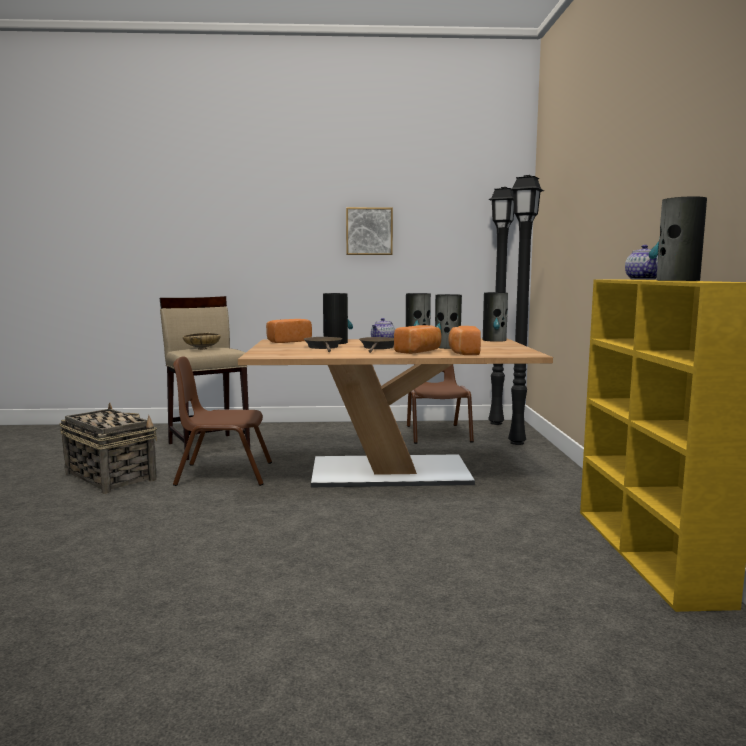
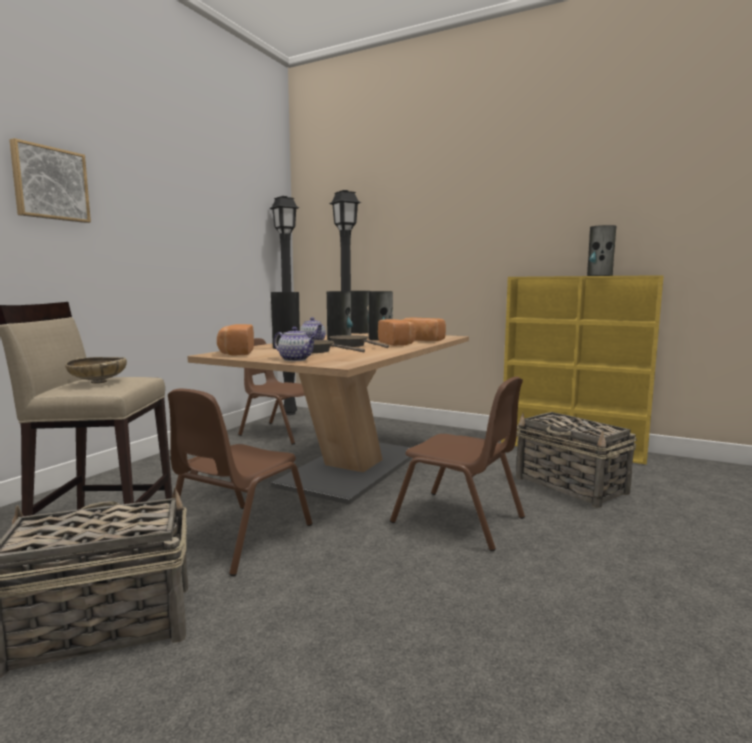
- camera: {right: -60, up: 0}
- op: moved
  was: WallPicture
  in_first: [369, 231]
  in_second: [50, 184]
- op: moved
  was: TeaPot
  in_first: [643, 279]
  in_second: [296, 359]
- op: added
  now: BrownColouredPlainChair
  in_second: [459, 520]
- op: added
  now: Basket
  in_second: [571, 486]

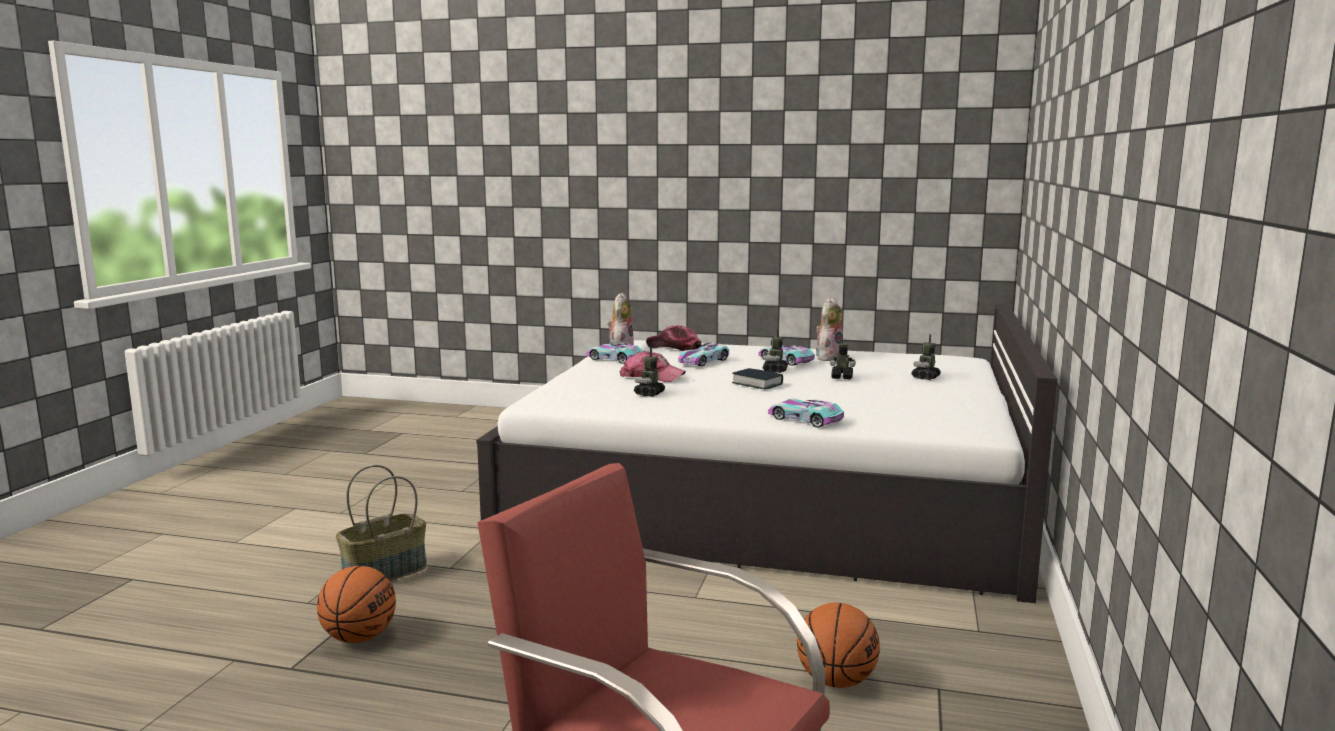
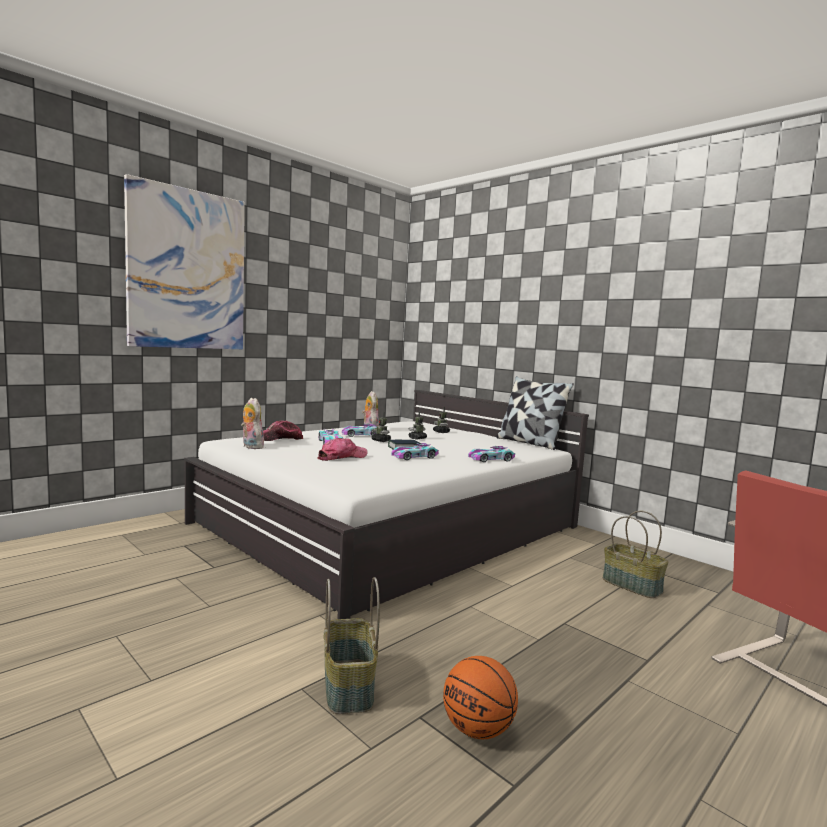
- camera: {right: -60, up: -5}
- op: moved
  was: ModelCar
  in_first: [614, 359]
  in_second: [414, 457]
- op: removed
  was: ModelRobot
  in_first: [649, 394]
- op: replaced
  was: Basketball
  now: Basket
  in_first: [836, 681]
  in_second: [632, 585]
- op: added
  now: WallPicture
  in_second: [187, 270]
- op: added
  now: ThrowPillow
  in_second: [529, 443]

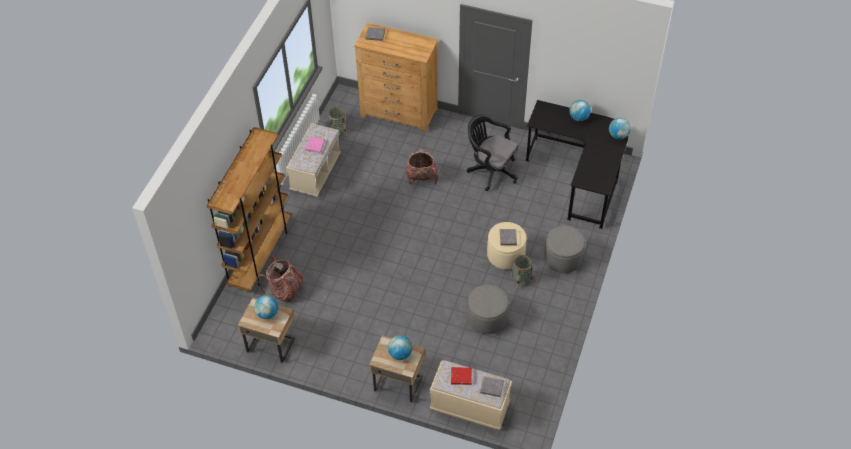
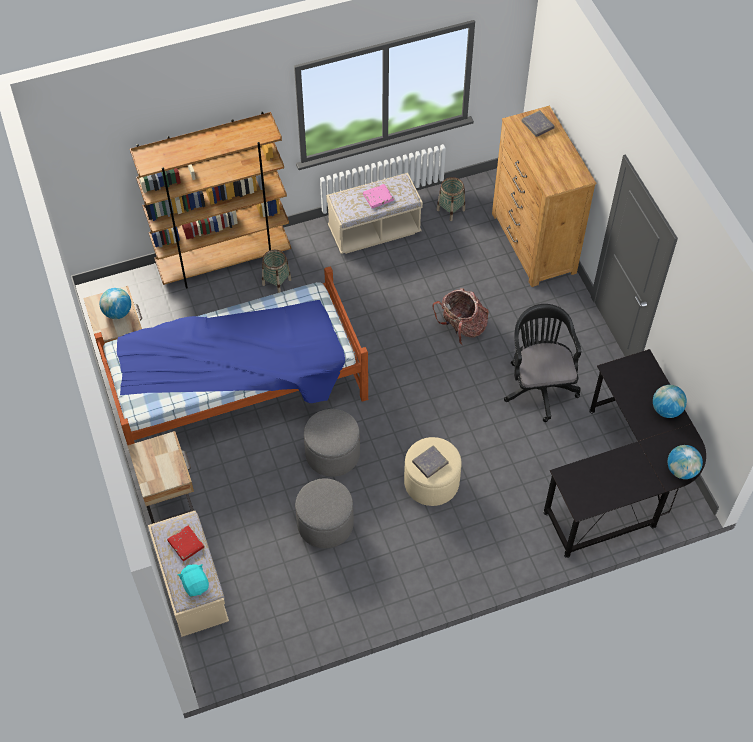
- camera: {right: 50, up: 5}
- op: moved
  was: GrayFootrest
  in_first: [563, 259]
  in_second: [332, 454]
- op: removed
  was: Knapsack
  in_first: [284, 290]
- op: moved
  was: Basket
  in_first: [521, 279]
  in_second: [276, 282]
- op: removed
  was: Globe
  in_first: [400, 354]
- op: replaced
  was: GrayBook
  now: BlueGreenPlushToy
  in_first: [491, 387]
  in_second: [195, 584]
- op: added
  now: BedroomBed
  in_second: [238, 392]

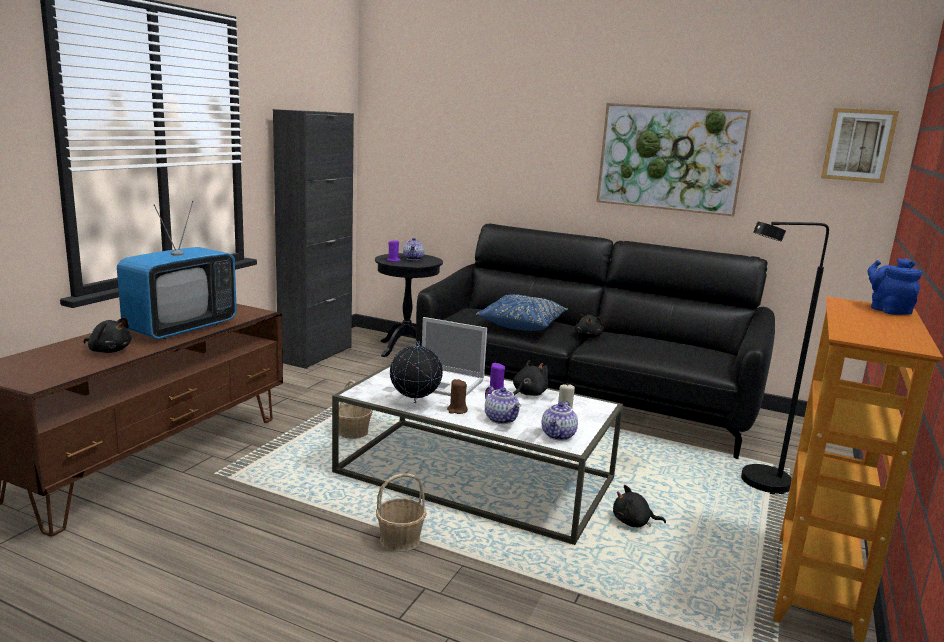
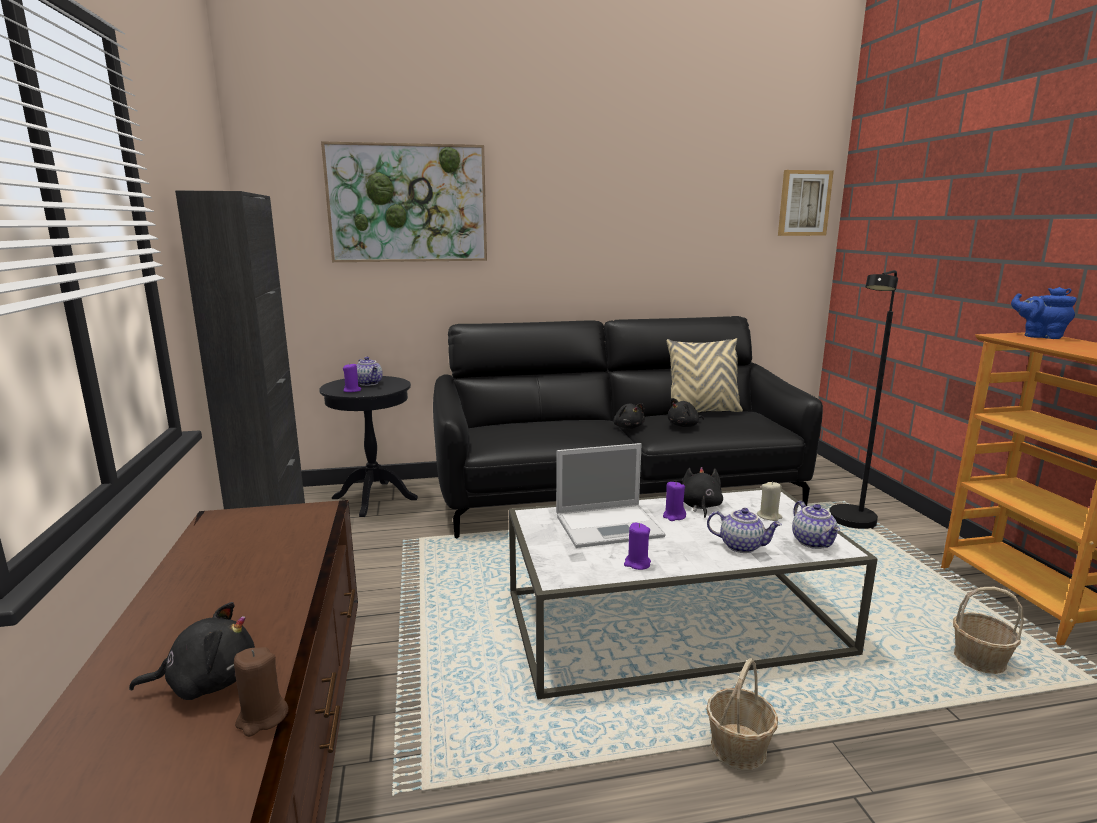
- camera: {right: -35, up: 0}
- op: moved
  was: WallPicture
  in_first: [670, 158]
  in_second: [408, 204]
- op: removed
  was: Television
  in_first: [181, 328]
- op: removed
  was: BlueThrowPillow
  in_first: [522, 325]
- op: replaced
  was: Globe
  now: PurplishWaxCandle
  in_first: [415, 403]
  in_second: [637, 563]
- op: moved
  was: BrownColouredWaxCandle
  in_first: [457, 410]
  in_second: [262, 718]
- op: moved
  was: Basket
  in_first: [353, 433]
  in_second: [978, 660]
- op: moved
  was: BlackishPlushToy
  in_first: [633, 523]
  in_second: [684, 426]
- op: added
  now: SandColouredThrowPillow
  in_second: [702, 412]

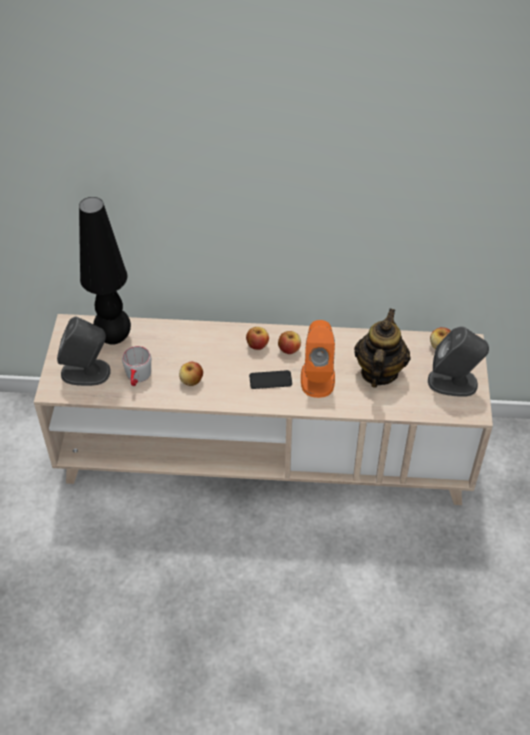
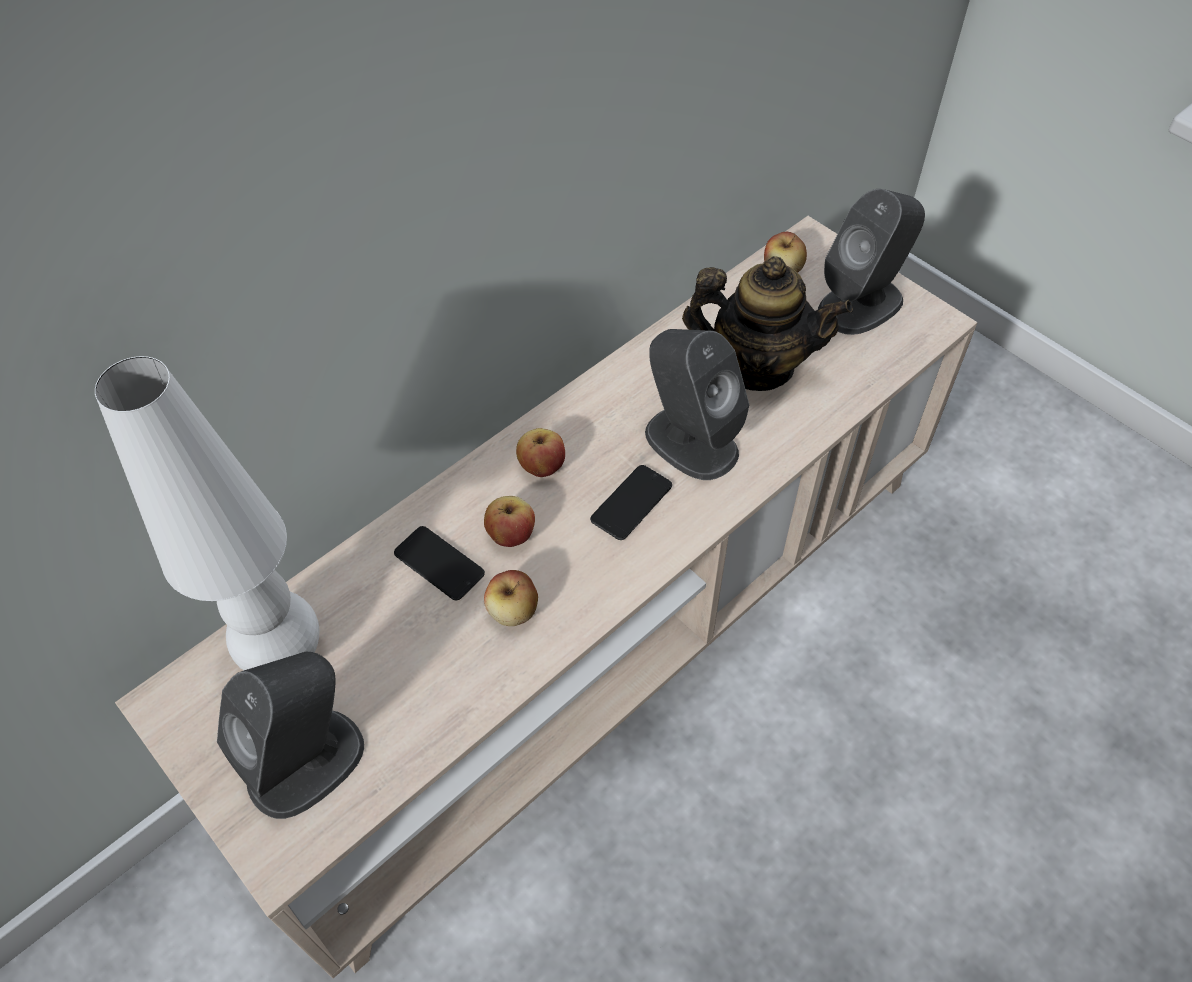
- camera: {right: -45, up: 5}
- op: recoloured
  was: BlackishTableLamp
  now: WhitishTableLamp
  in_first: [113, 338]
  in_second: [284, 655]
- op: turned
  was: TeaPot
  in_first: [378, 372]
  in_second: [757, 366]
  clockwise: 135
- op: recoloured
  was: OrangeSpeaker
  now: GraySpeaker
  in_first: [317, 377]
  in_second: [690, 441]
- op: moved
  was: Apple
  in_first: [289, 349]
  in_second: [511, 534]
- op: removed
  was: GrayMug
  in_first: [138, 378]
- op: added
  now: Phone
  in_second: [439, 564]

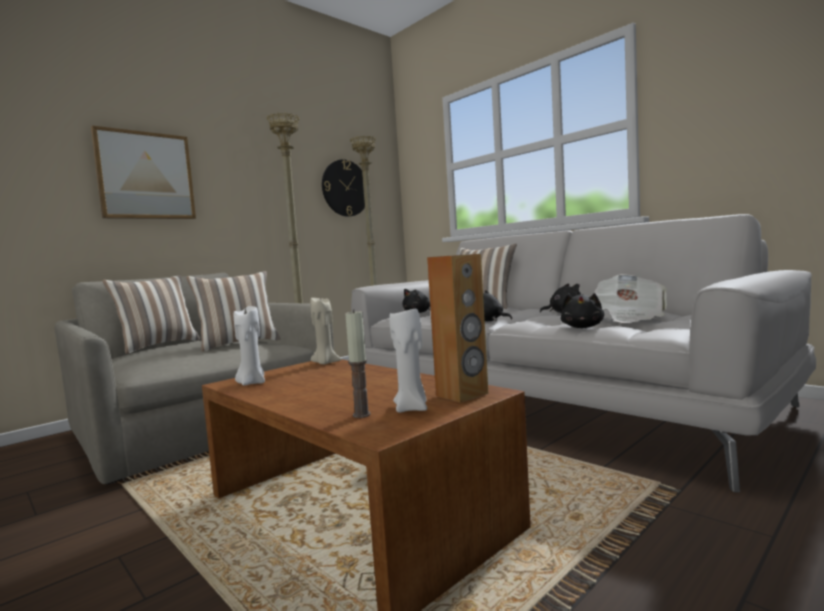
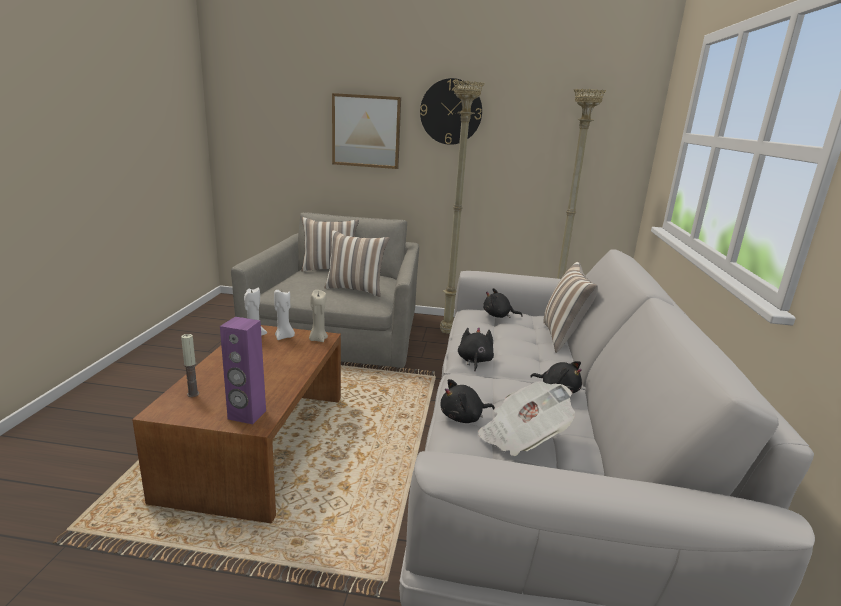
- camera: {right: 50, up: 15}
- op: moved
  was: ClockOnTheWall
  in_first: [345, 188]
  in_second: [451, 112]
- op: recoloured
  was: BrownColouredSpeaker
  now: PurplishSpeaker
  in_first: [462, 395]
  in_second: [246, 415]
- op: moved
  was: WhitishWaxCandle
  in_first: [412, 408]
  in_second: [284, 337]

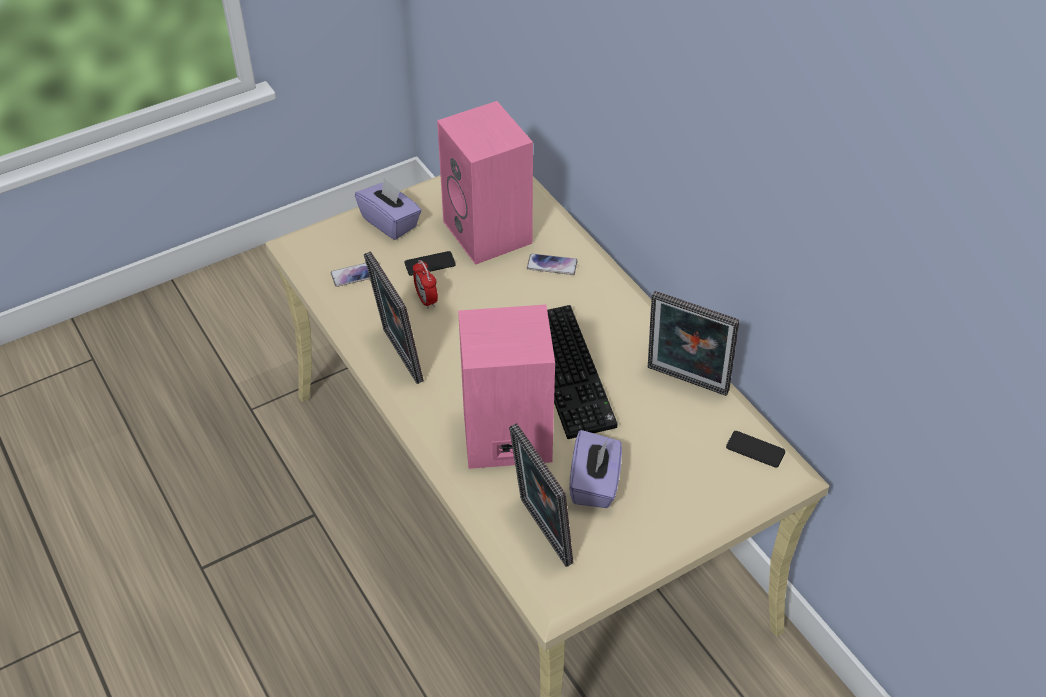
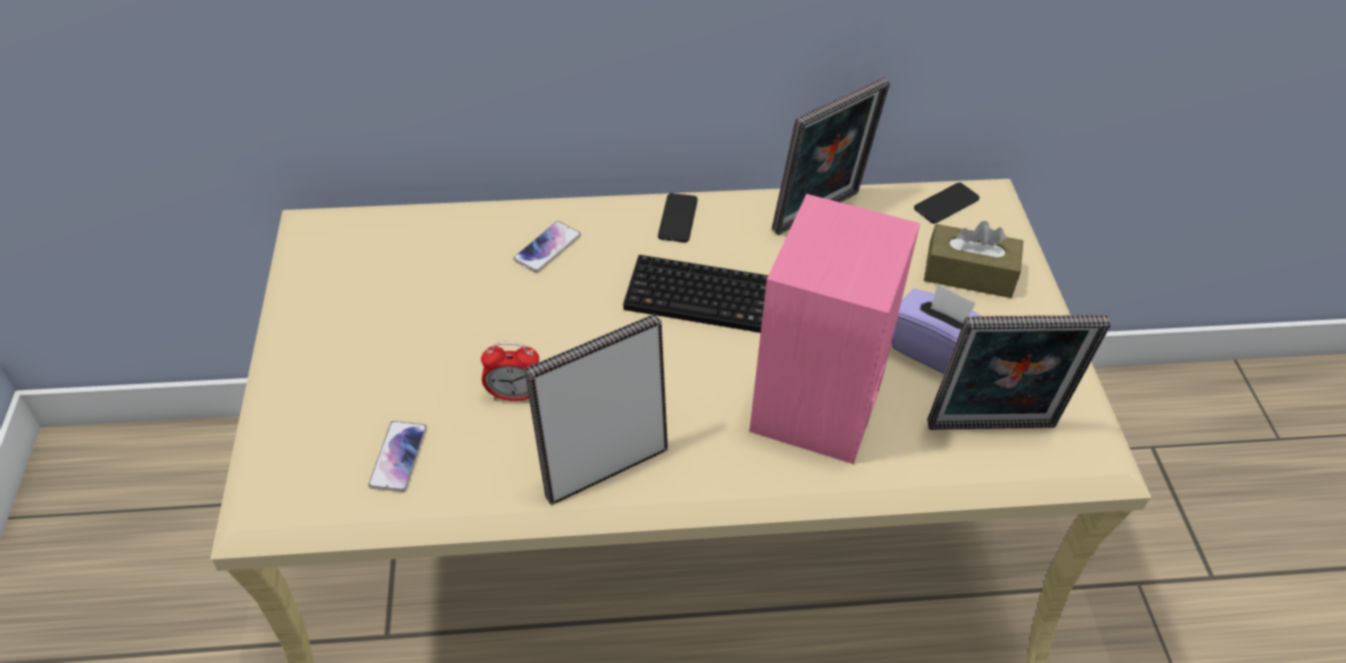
- camera: {right: -65, up: 0}
- op: removed
  was: PinkColouredSpeaker
  in_first: [490, 233]
- op: removed
  was: PurplishTissueBox
  in_first: [390, 222]
- op: turned
  was: StandingFrame
  in_first: [398, 357]
  in_second: [603, 467]
  clockwise: 150
- op: moved
  was: Phone
  in_first: [430, 264]
  in_second: [678, 218]
- op: added
  now: BrownColouredTissueBox
  in_second: [969, 274]

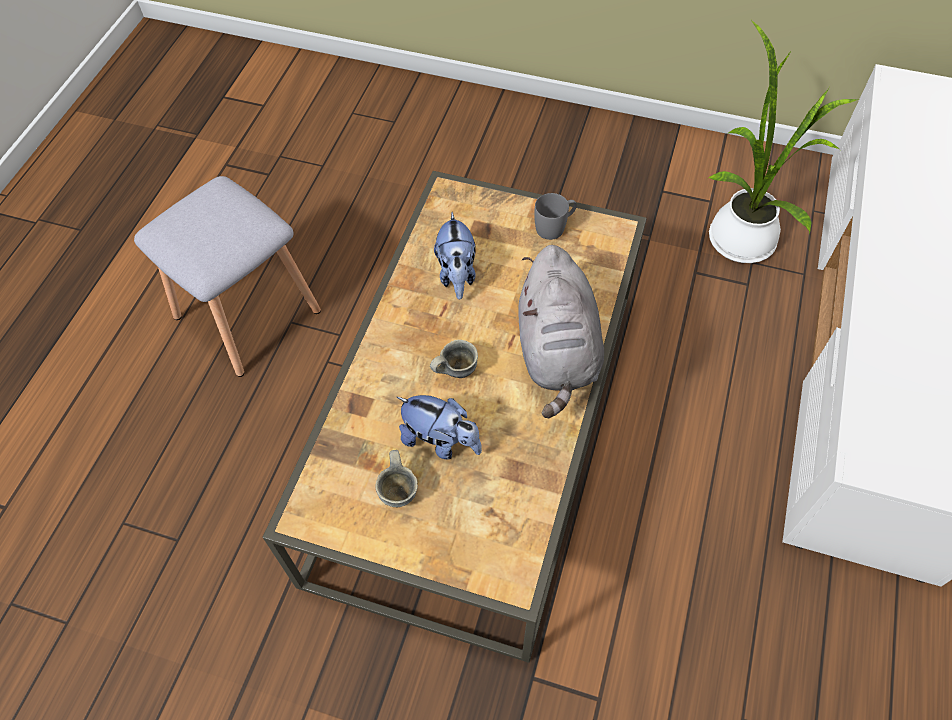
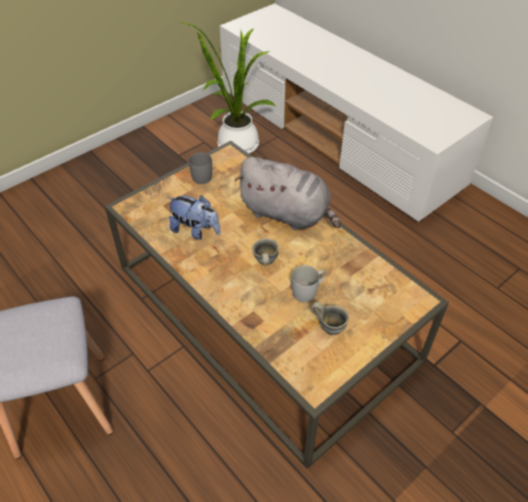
- camera: {right: -60, up: -10}
- op: replaced
  was: PlushToy
  now: WhitishMug
  in_first: [441, 441]
  in_second: [308, 291]

